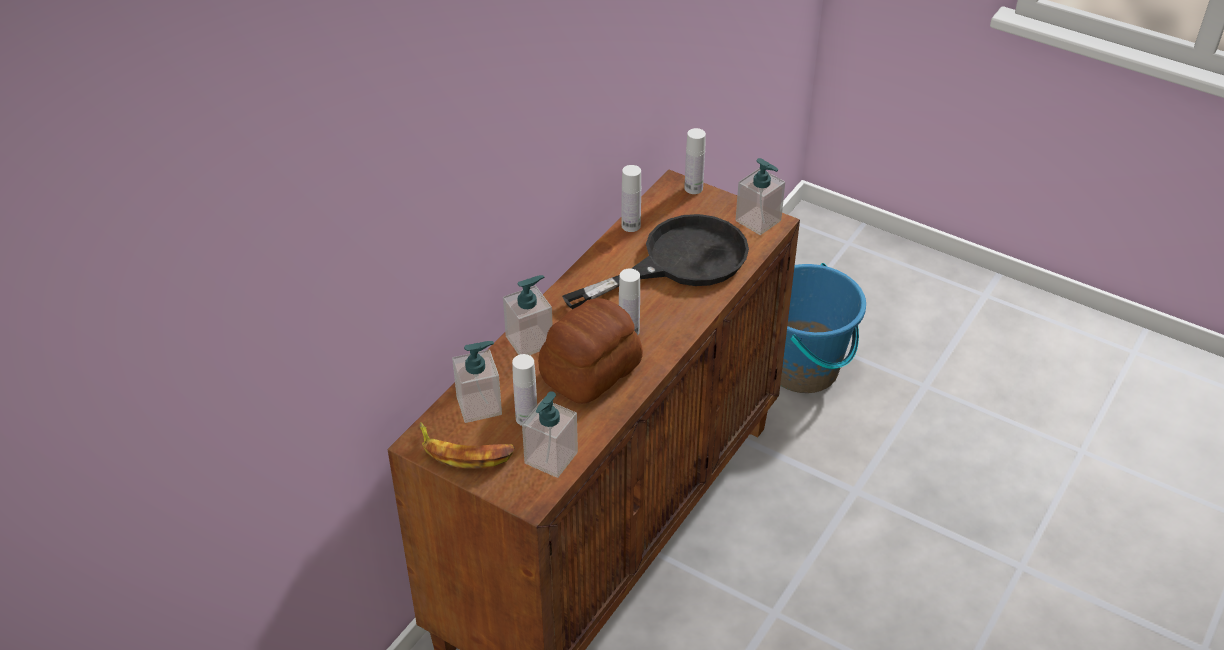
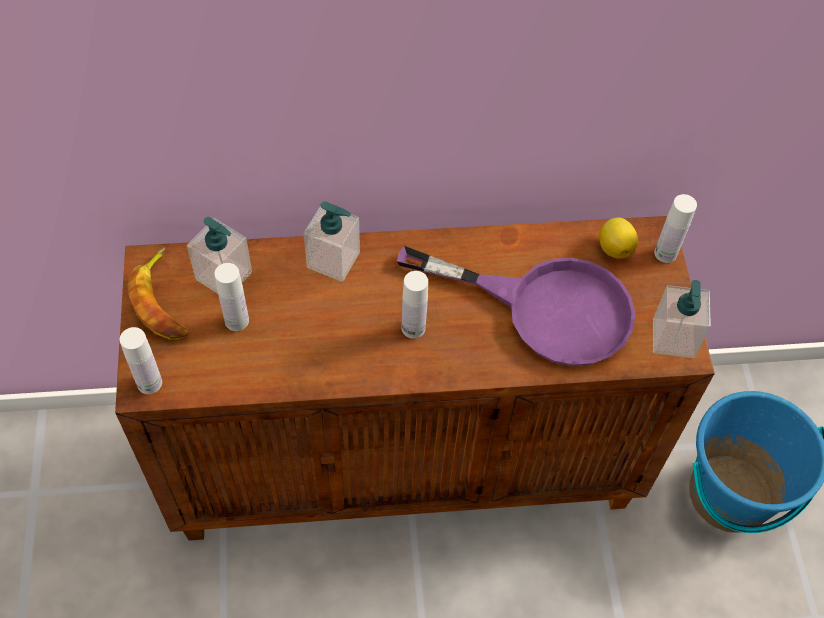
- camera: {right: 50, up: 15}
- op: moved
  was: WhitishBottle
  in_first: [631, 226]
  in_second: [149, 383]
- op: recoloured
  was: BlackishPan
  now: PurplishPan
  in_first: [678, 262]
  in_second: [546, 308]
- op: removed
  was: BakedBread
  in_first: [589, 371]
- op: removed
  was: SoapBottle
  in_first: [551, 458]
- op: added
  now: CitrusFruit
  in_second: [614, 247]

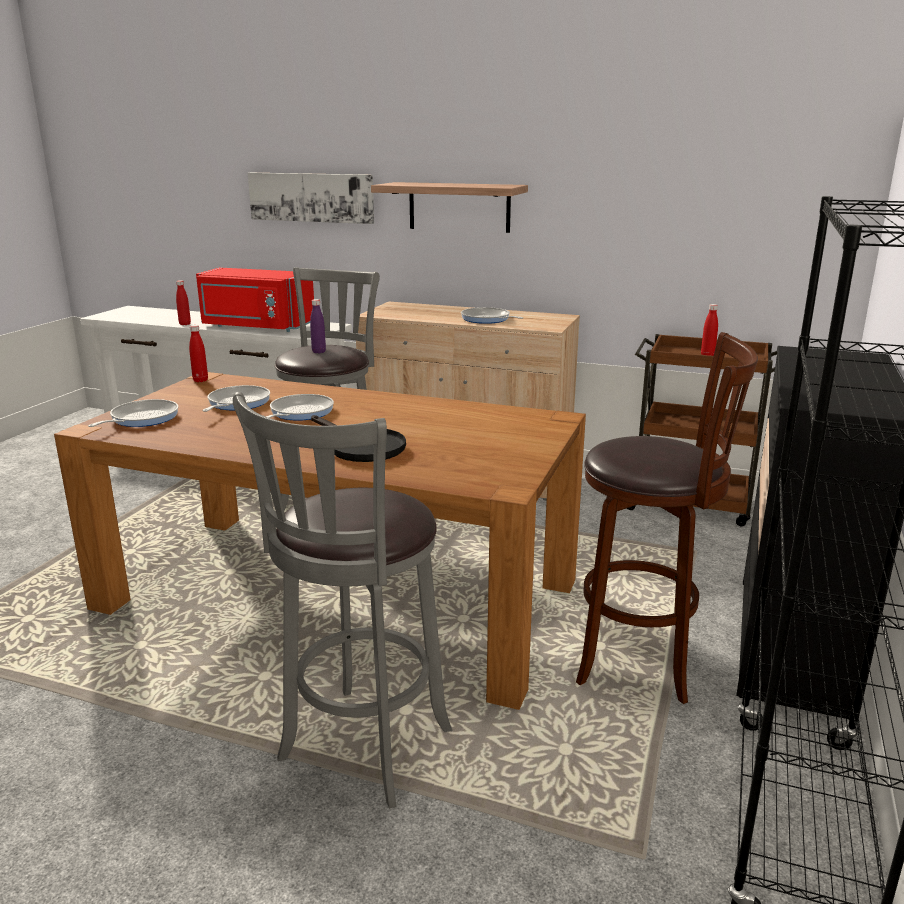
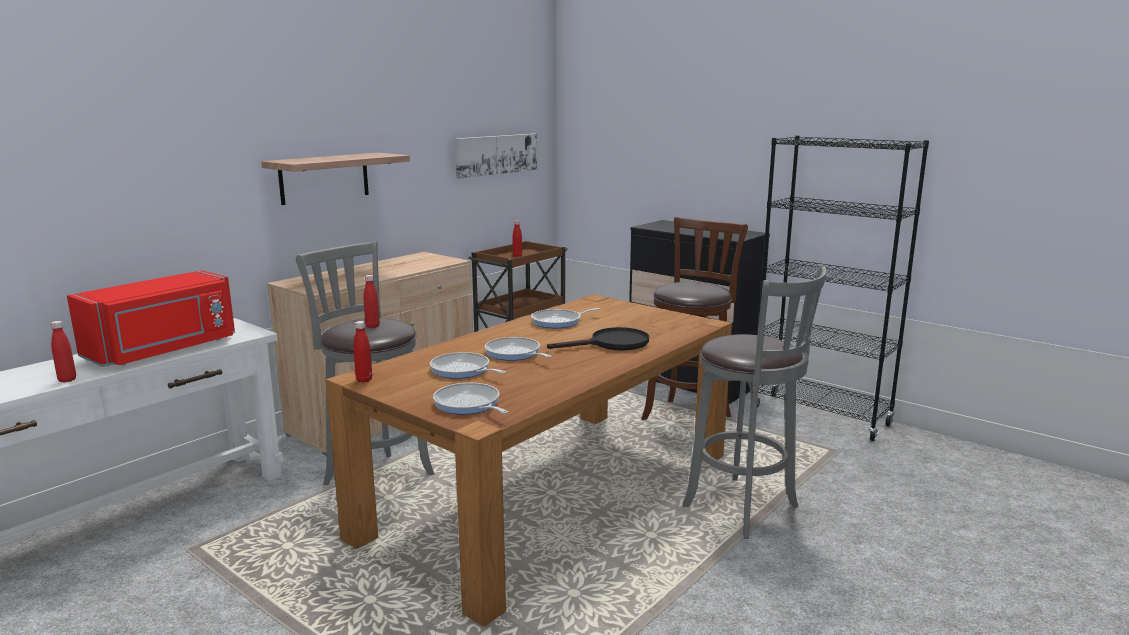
- camera: {right: -70, up: -5}
- op: moved
  was: WallPicture
  in_first: [311, 197]
  in_second: [496, 154]
- op: recoloured
  was: PurplishBottle
  now: RedBottle
  in_first: [319, 352]
  in_second: [372, 326]
- op: moved
  was: Pan
  in_first: [487, 319]
  in_second: [559, 322]

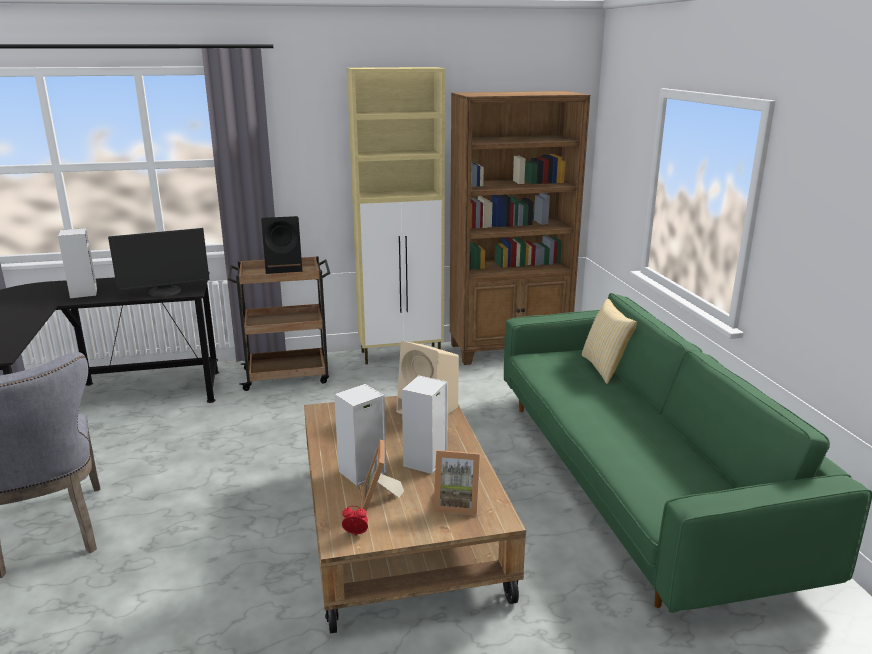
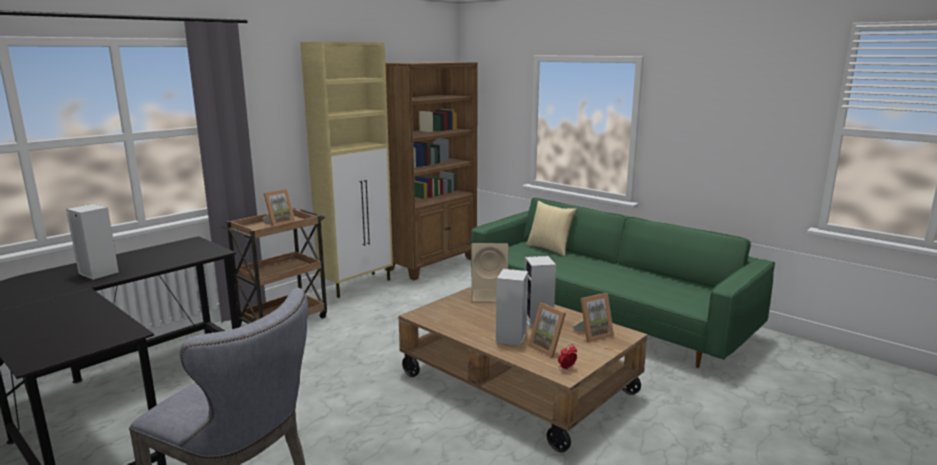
- camera: {right: -35, up: -5}
- op: replaced
  was: BlackishSpeaker
  now: StandingFrame
  in_first: [285, 271]
  in_second: [279, 223]
- op: removed
  was: ComputerScreen
  in_first: [165, 292]

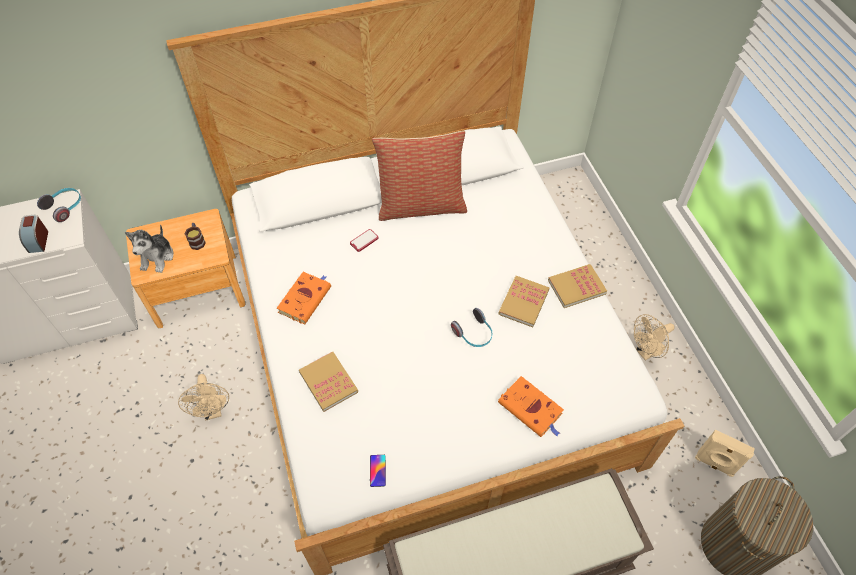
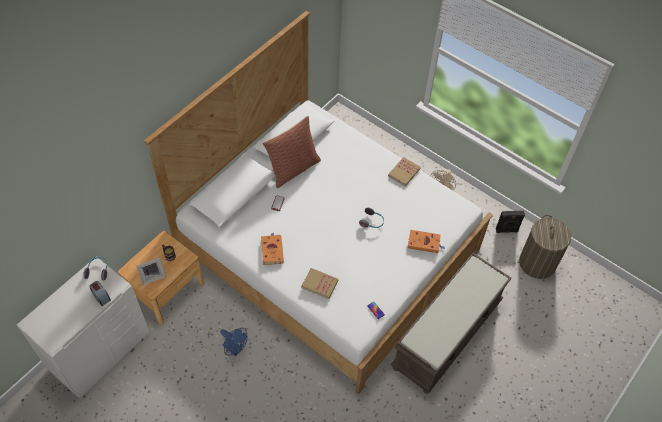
- camera: {right: -35, up: 0}
- op: replaced
  was: PlushToy
  now: StandingFrame
  in_first: [157, 257]
  in_second: [153, 276]
- op: removed
  was: Book
  in_first: [523, 302]
- op: recoloured
  was: SandColouredCoolingFan
  now: BlueCoolingFan
  in_first: [213, 411]
  in_second: [235, 349]
- op: recoloured
  was: SandColouredSpeaker
  now: BlackishSpeaker
  in_first: [714, 464]
  in_second: [507, 231]

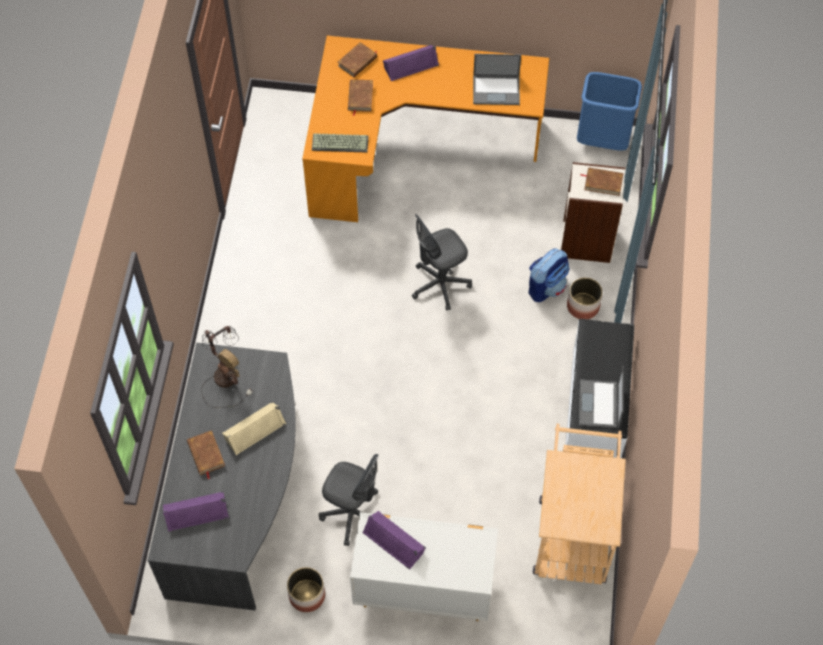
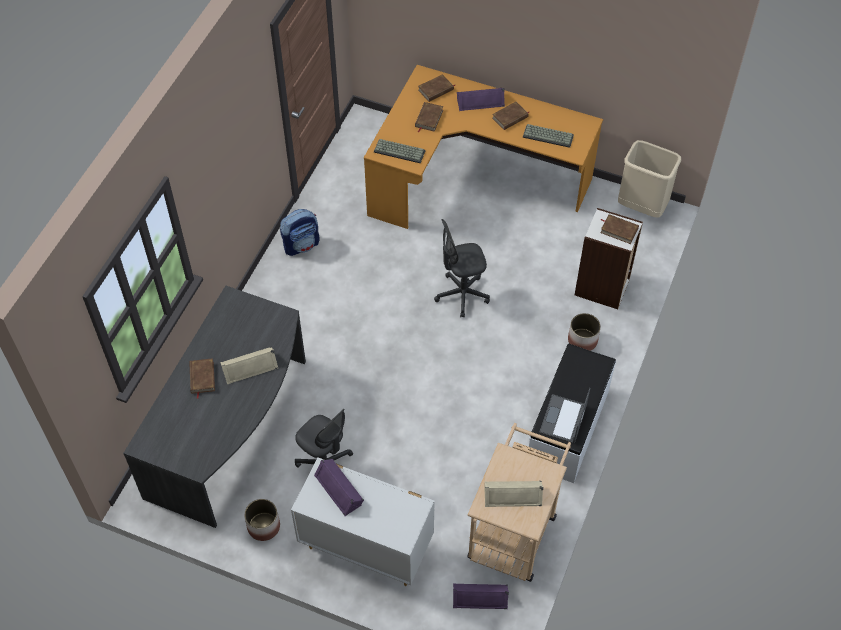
- camera: {right: 15, up: -5}
- op: replaced
  was: Laptop
  now: PcKeyboard
  in_first: [497, 90]
  in_second: [548, 136]
- op: recoloured
  was: BlueRubbishBin
  now: SandColouredRubbishBin
  in_first: [603, 140]
  in_second: [642, 206]
- op: moved
  was: Knapsack
  in_first: [546, 286]
  in_second: [301, 245]
- op: removed
  was: TableLamp
  in_first: [225, 376]
- op: moved
  was: PurplishSpeaker
  in_first: [196, 512]
  in_second: [480, 597]
- op: added
  now: BrownColouredBook
  in_second: [510, 118]
- op: added
  now: SandColouredSpeaker
  in_second: [513, 494]

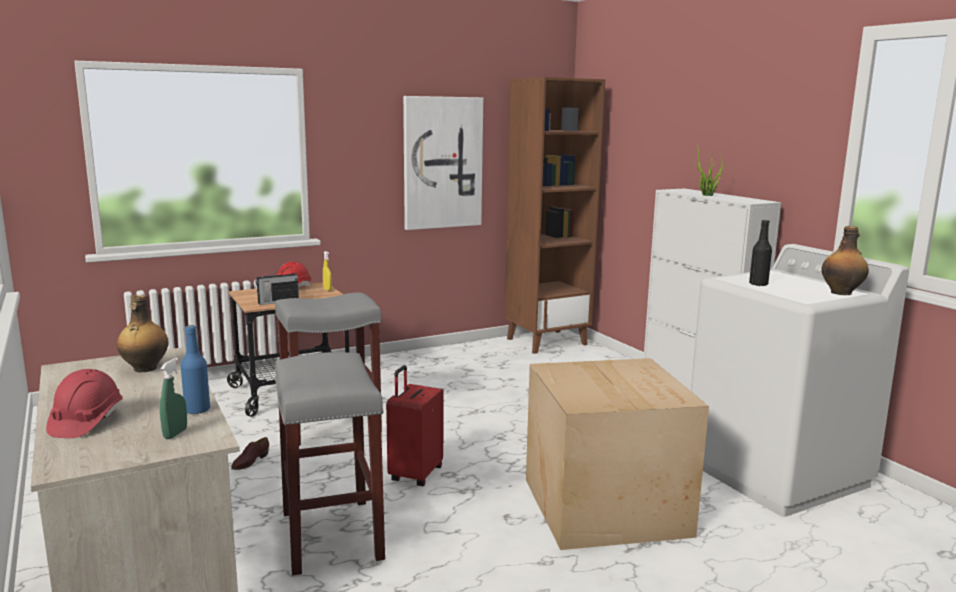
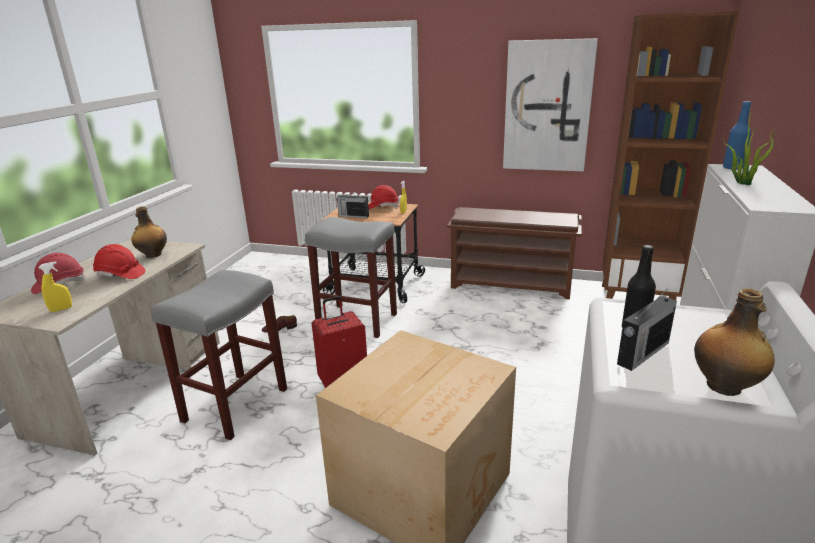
- camera: {right: 45, up: 10}
- op: moved
  was: BlueBottle
  in_first: [197, 410]
  in_second: [732, 168]
- op: recoloured
  was: GreenHandSprayer
  now: YellowColouredHandSprayer
  in_first: [175, 434]
  in_second: [61, 309]
- op: added
  now: BrownColouredShoeShelf
  in_second: [512, 284]
- op: added
  now: RedHardHat
  in_second: [120, 275]
- op: added
  now: RadioSet
  in_second: [642, 353]

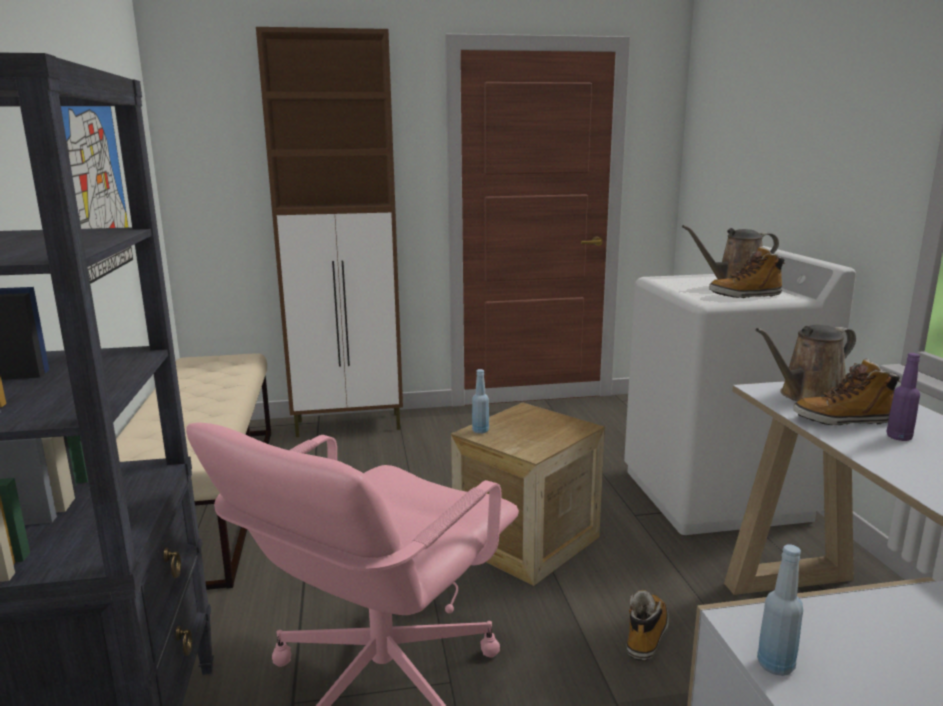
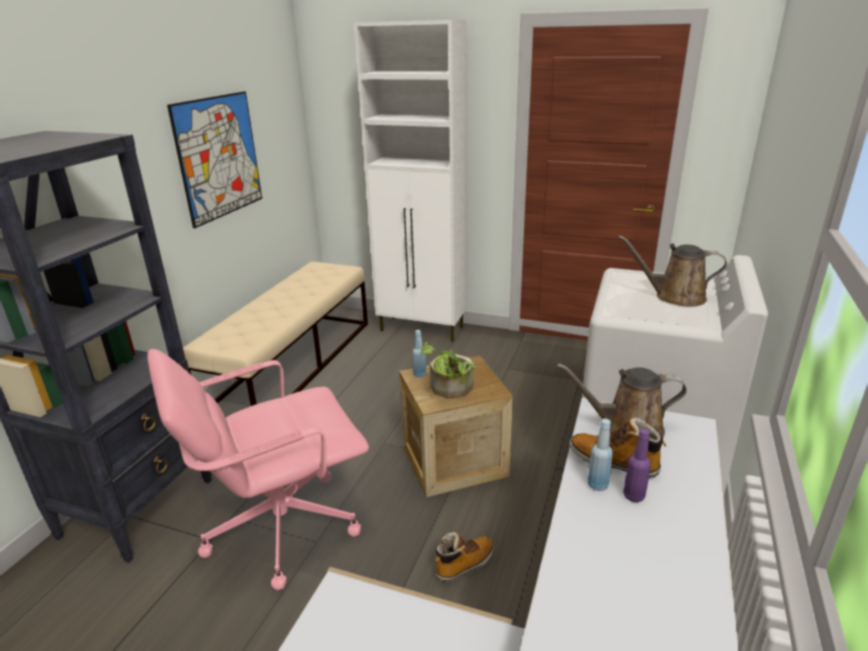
- camera: {right: 30, up: 10}
- op: recoloured
  was: BrownColouredCupboard
  now: WhitishCupboard
  in_first: [350, 425]
  in_second: [422, 329]
- op: removed
  was: TallBoot
  in_first: [745, 296]
- op: moved
  was: BlueBottle
  in_first: [775, 665]
  in_second: [597, 485]
- op: added
  now: Houseplant
  in_second: [449, 390]

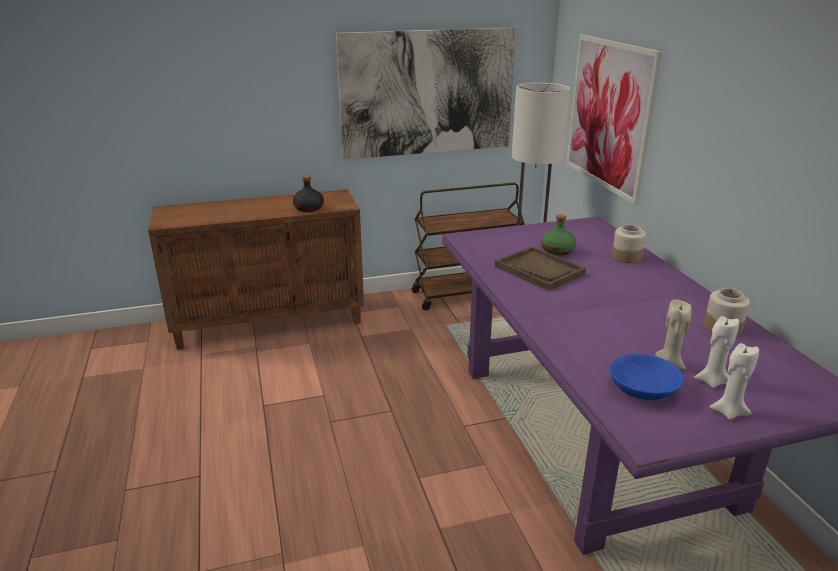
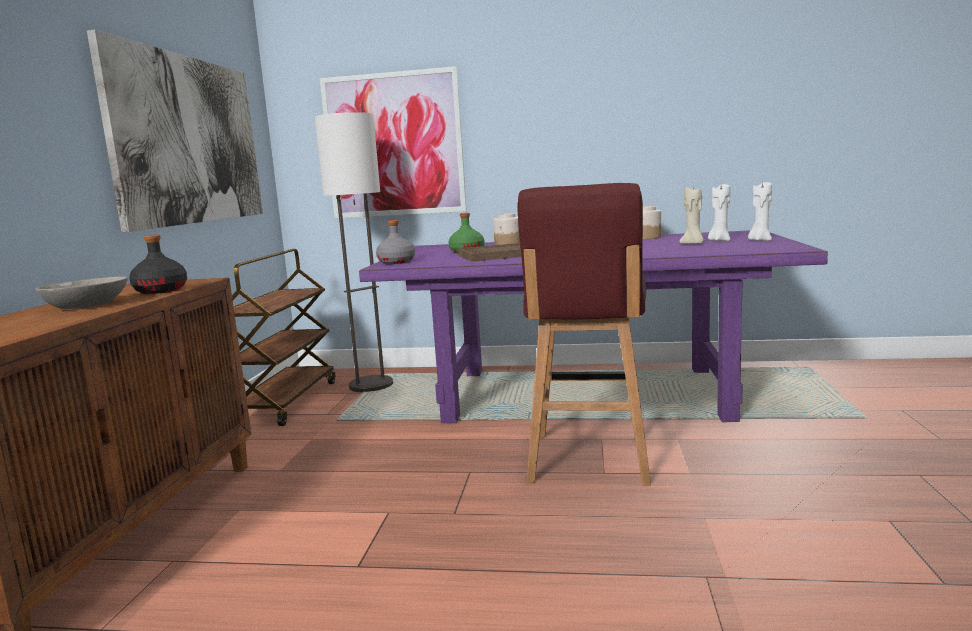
- camera: {right: -65, up: -15}
- op: removed
  was: BlueDeepDish
  in_first: [643, 389]
- op: added
  now: RedStoolSeat
  in_second: [588, 460]
- op: added
  now: GrayBottle
  in_second: [396, 262]
- op: added
  now: GrayDeepDish
  in_second: [87, 305]

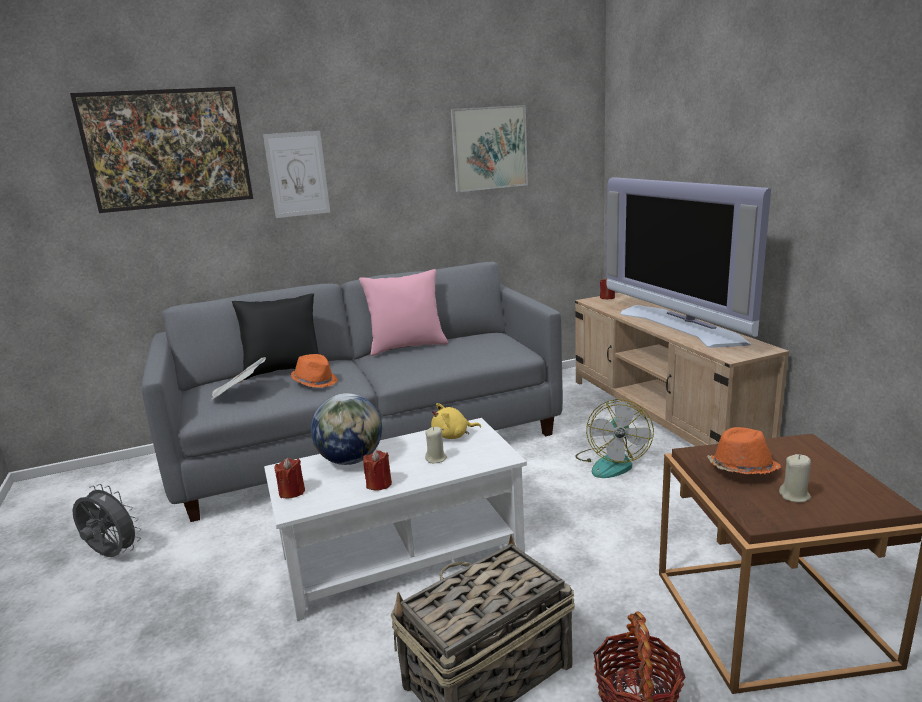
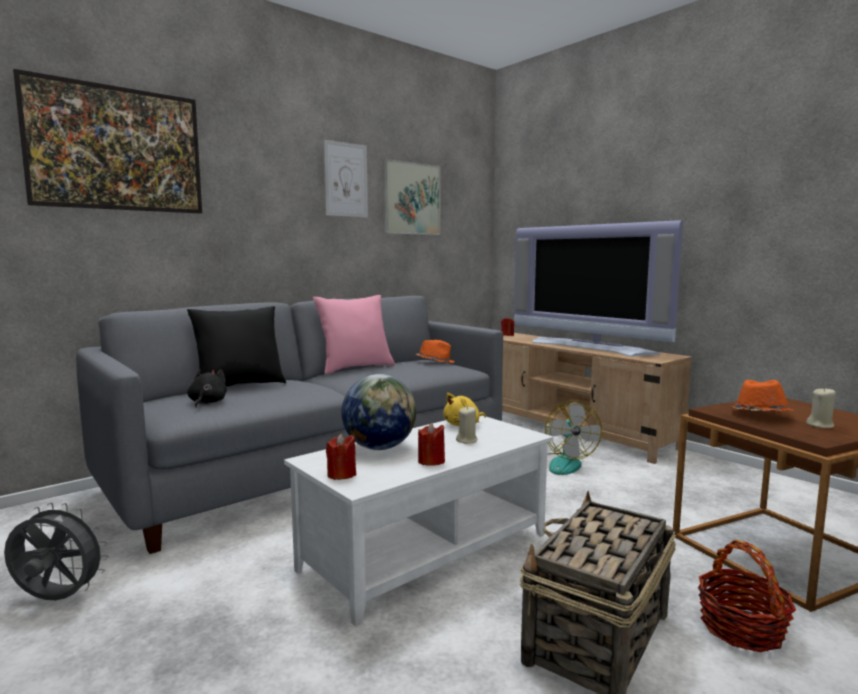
- camera: {right: -20, up: -10}
- op: moved
  was: WallPicture
  in_first: [297, 174]
  in_second: [346, 180]
- op: moved
  was: OrangeHat
  in_first: [315, 382]
  in_second: [435, 362]
- op: replaced
  was: Newspaper
  now: BlackishPlushToy
  in_first: [239, 394]
  in_second: [207, 402]

